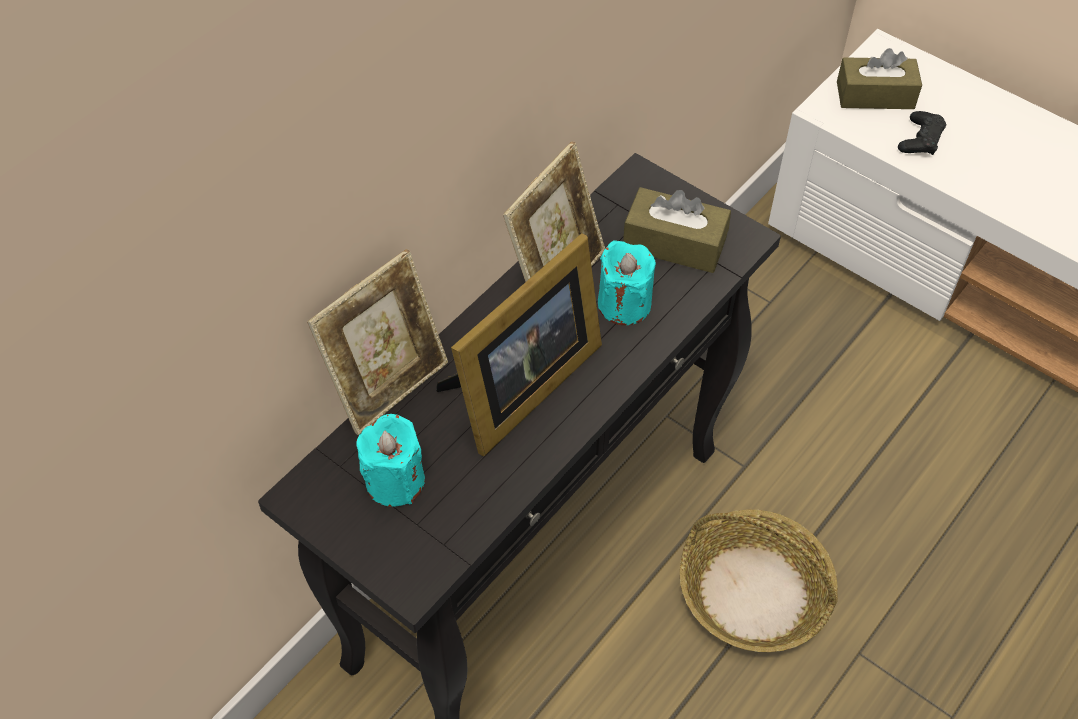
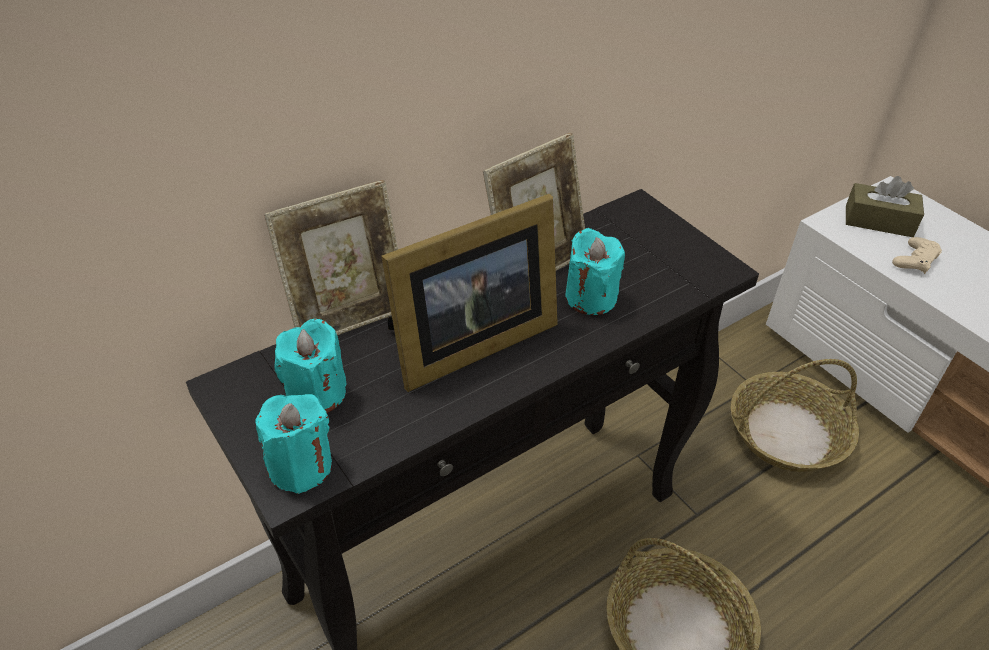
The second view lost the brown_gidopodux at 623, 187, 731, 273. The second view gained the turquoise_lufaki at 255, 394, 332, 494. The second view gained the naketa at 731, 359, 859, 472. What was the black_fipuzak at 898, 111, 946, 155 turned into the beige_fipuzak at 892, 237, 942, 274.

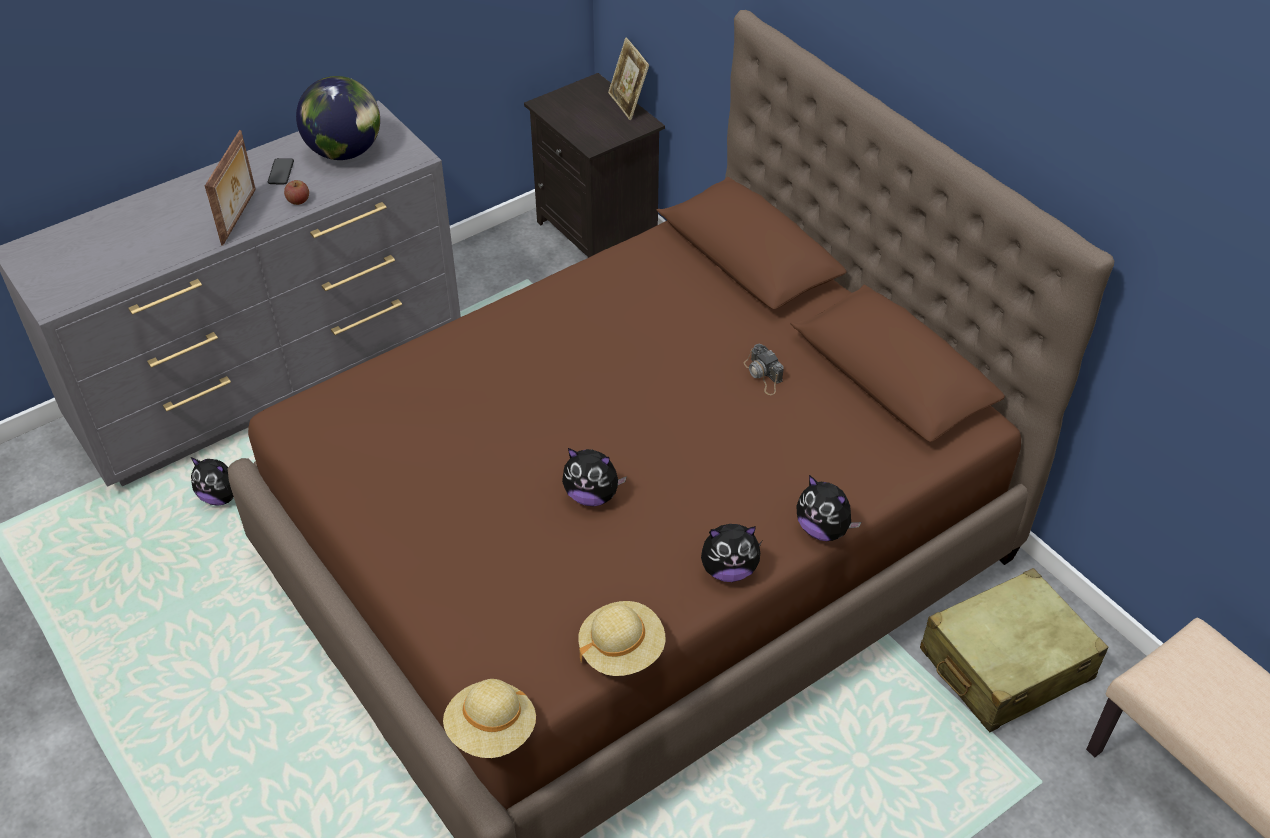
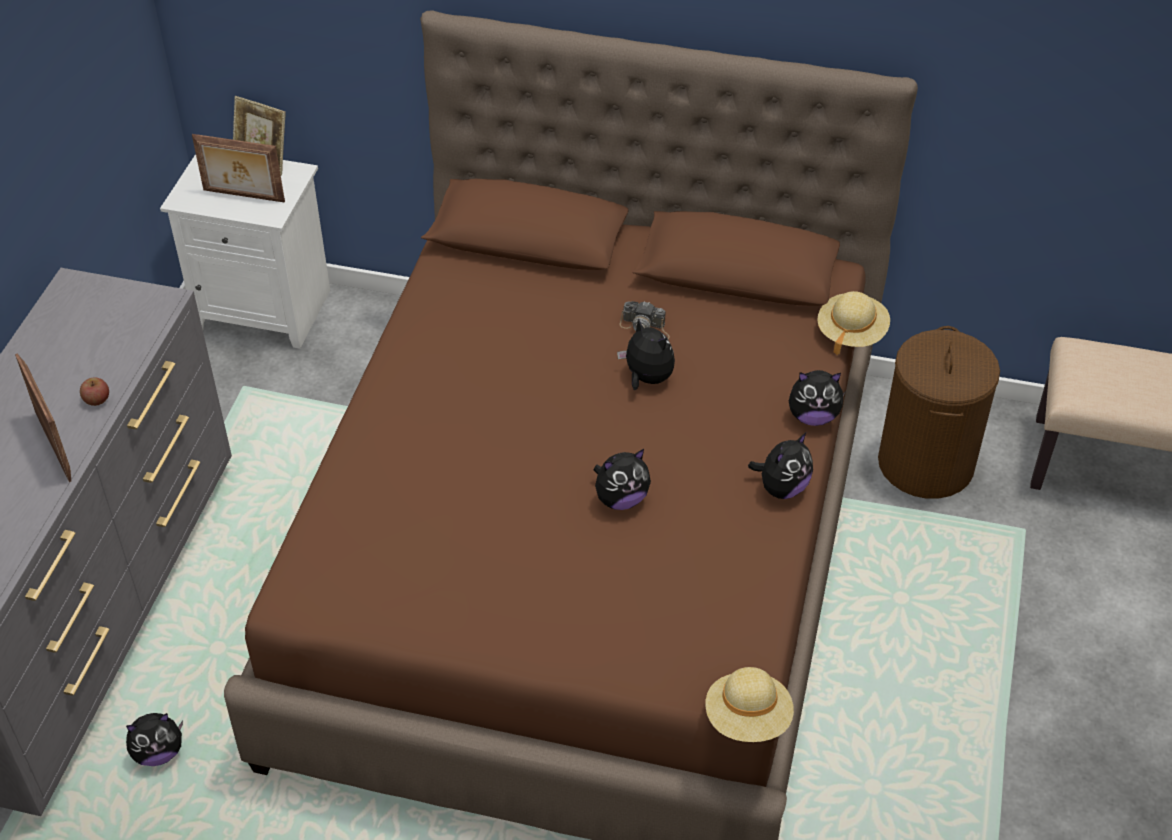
The second view lost the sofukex at 268, 158, 294, 184. The second view lost the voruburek at 296, 76, 380, 160. The second view gained the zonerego at 192, 134, 285, 202. The second view gained the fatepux at 617, 318, 675, 390. The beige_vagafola ended up elsewhere, having gone from 578, 601, 665, 676 to 817, 291, 890, 355. Where the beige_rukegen stood at 920, 568, 1108, 732, the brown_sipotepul came to stand at 878, 326, 1000, 499. What was the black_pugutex at 524, 73, 665, 258 turned into the white_pugutex at 160, 154, 330, 349.

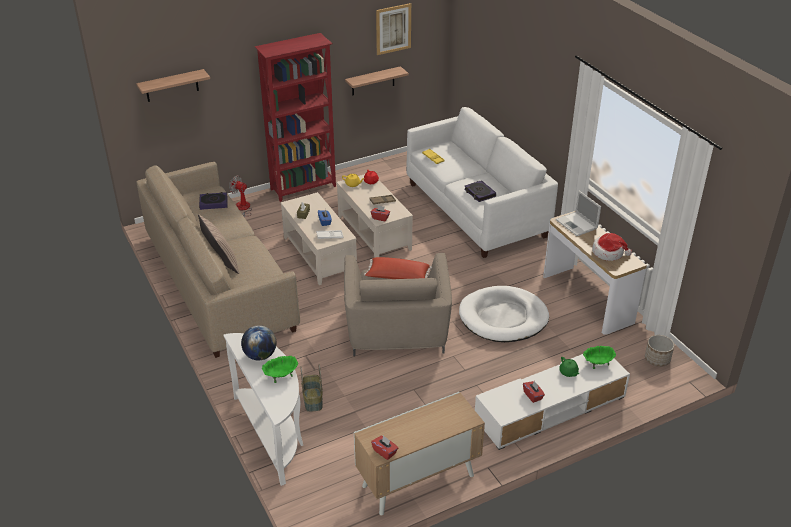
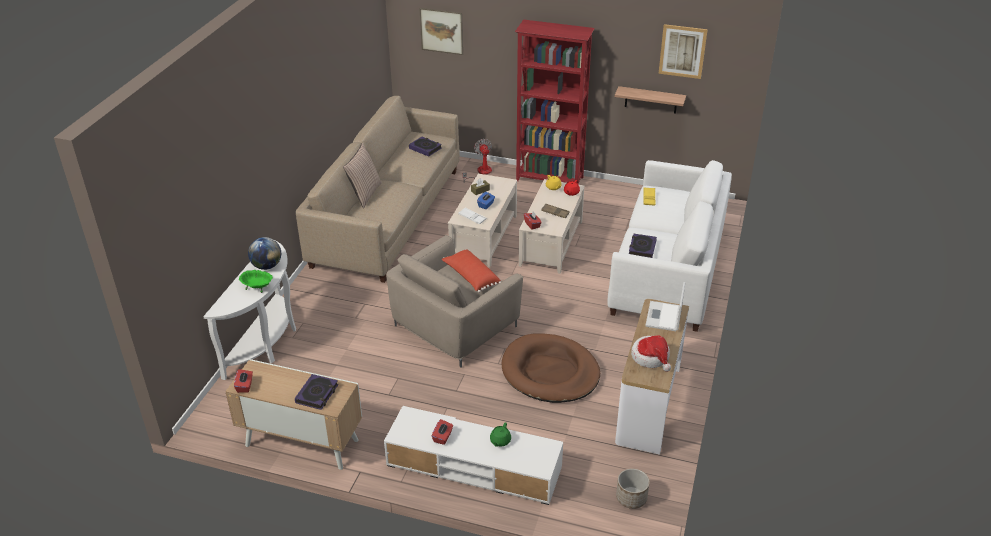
The second view lost the naketa at 301, 365, 323, 412. The second view lost the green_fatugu at 583, 346, 616, 369. The second view gained the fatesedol at 295, 374, 338, 410. Where the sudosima hung at 136, 69, 210, 102, the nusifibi came to hang at 419, 8, 463, 55. What was the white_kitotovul at 459, 286, 549, 342 turned into the brown_kitotovul at 501, 333, 600, 403.

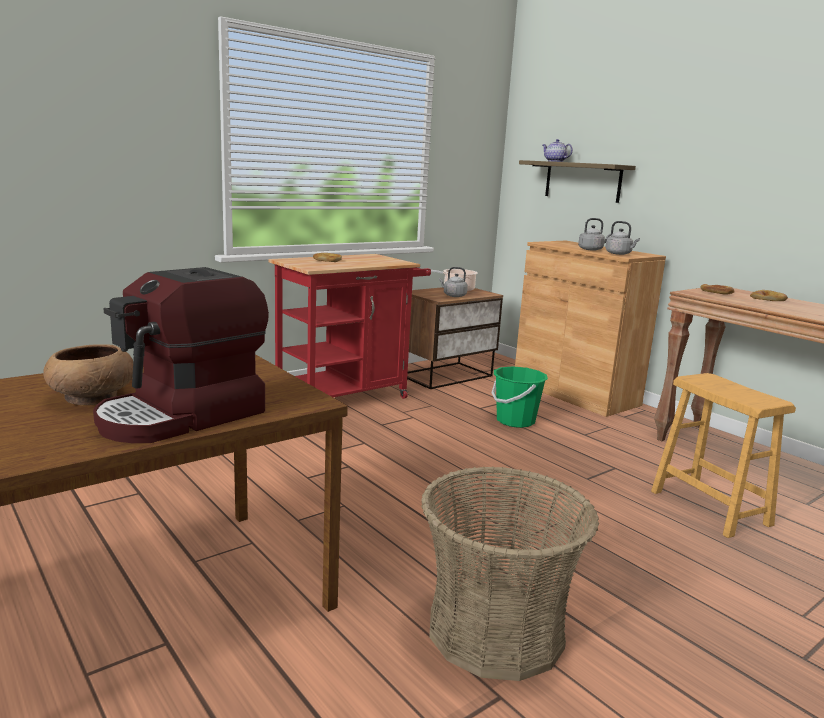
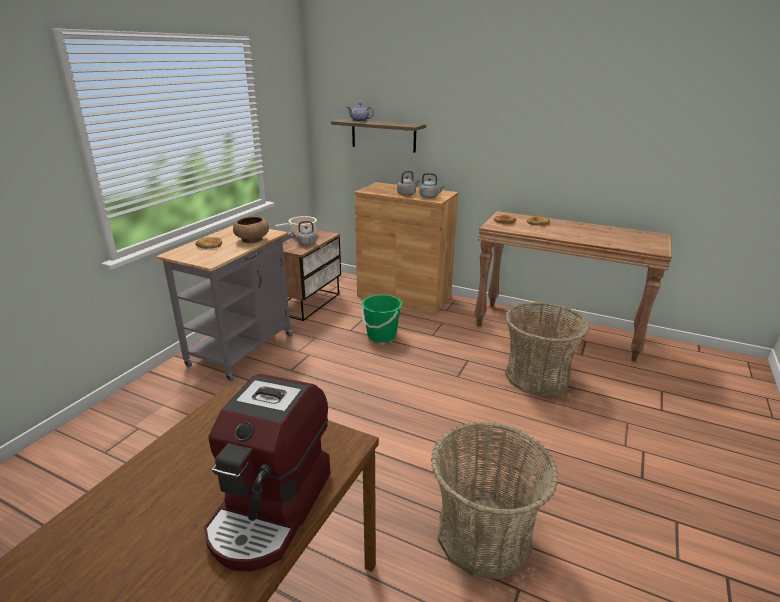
The brown_fatugu ended up elsewhere, having gone from 43, 344, 133, 405 to 233, 216, 269, 243. Where the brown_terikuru stood at 651, 373, 796, 538, the naketa came to stand at 505, 302, 590, 396. What was the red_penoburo at 268, 254, 431, 399 turned into the grey_penoburo at 156, 225, 294, 382.

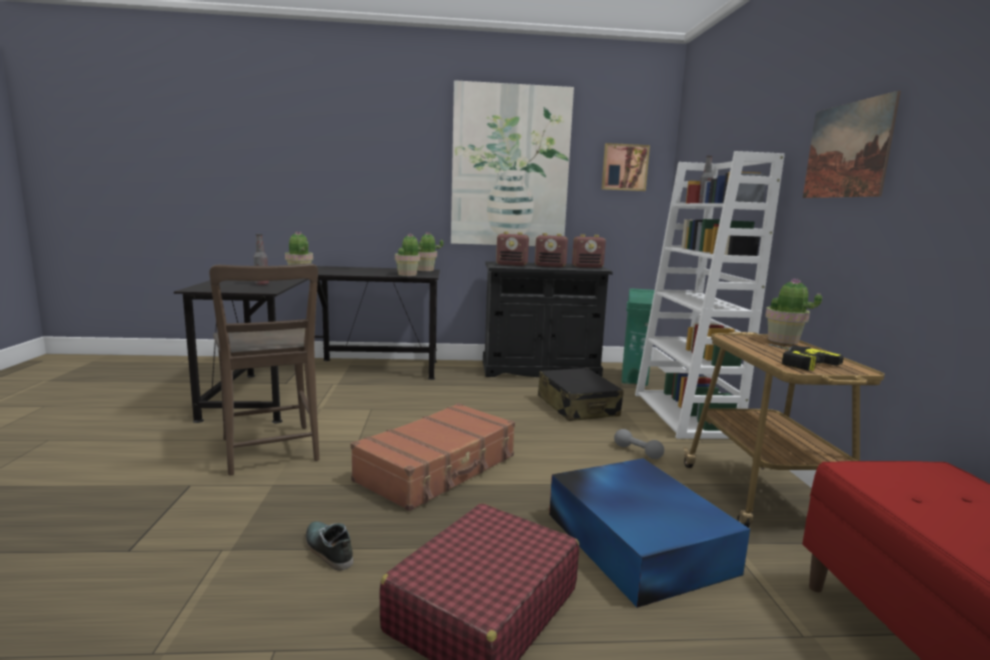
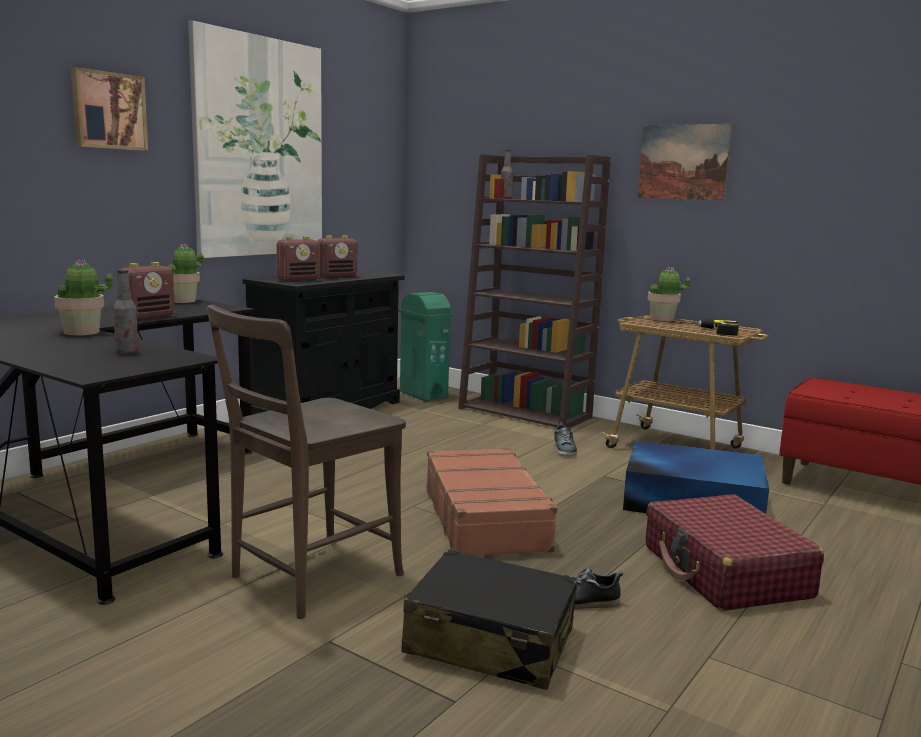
The second view lost the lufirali at 395, 233, 423, 276. The black_rukegen ended up elsewhere, having gone from 538, 368, 624, 421 to 402, 549, 578, 690. The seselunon ended up elsewhere, having gone from 572, 234, 606, 268 to 117, 262, 175, 321. The nusifibi ended up elsewhere, having gone from 602, 143, 650, 191 to 71, 67, 148, 151. Where the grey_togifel stood at 614, 429, 664, 459, the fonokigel came to stand at 554, 422, 577, 457. What was the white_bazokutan at 635, 151, 785, 439 turned into the brown_bazokutan at 458, 154, 611, 428. The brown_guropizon at 209, 263, 319, 475 ended up facing another way, 120 degrees clockwise from before.

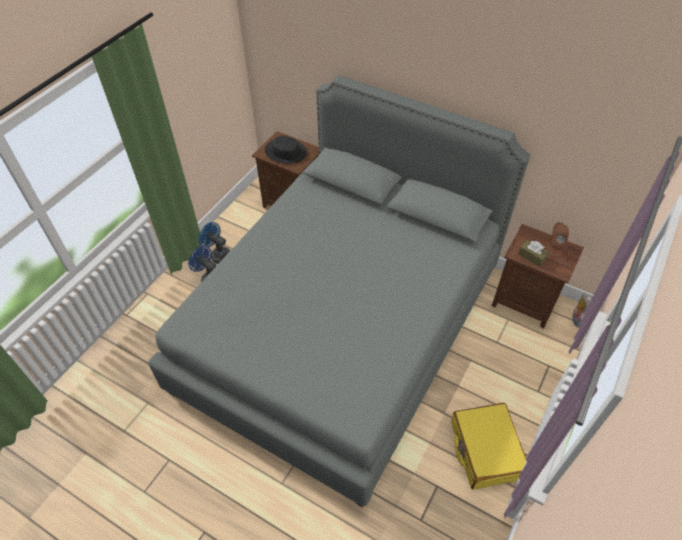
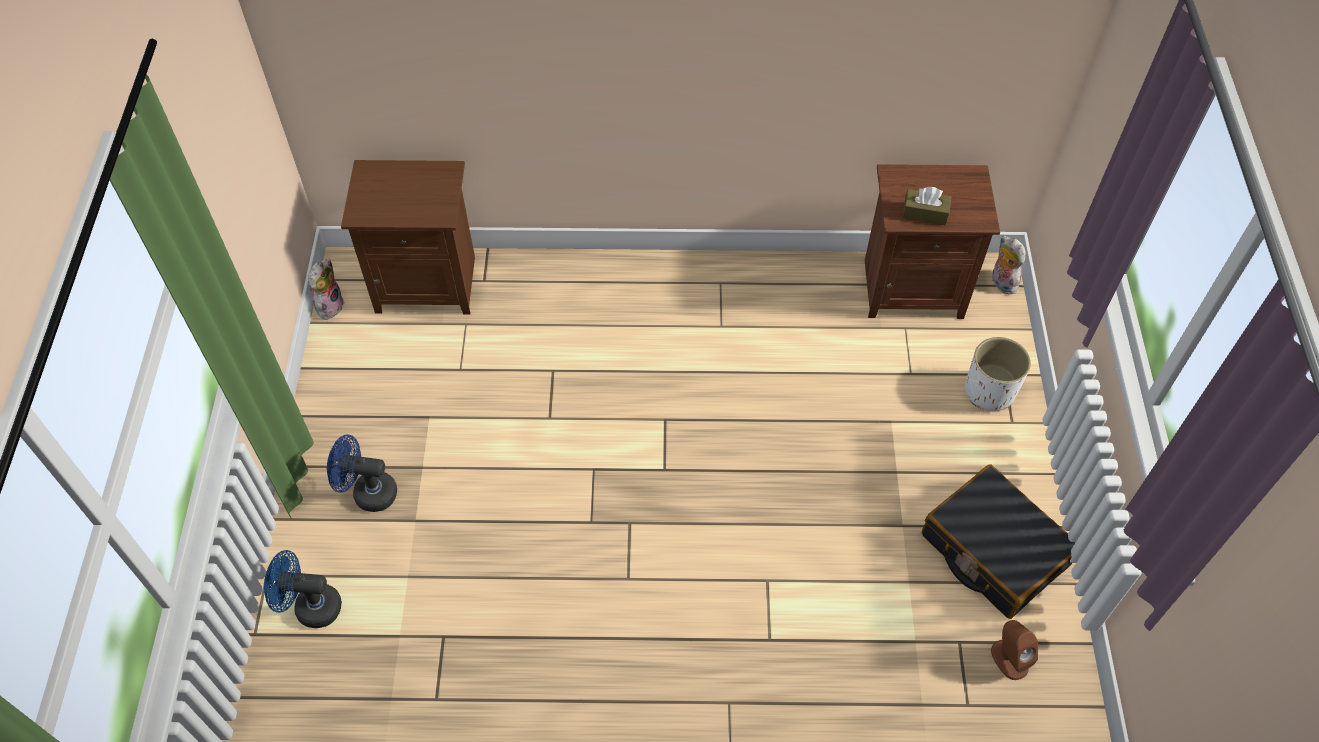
The second view lost the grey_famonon at 148, 75, 530, 507. The second view lost the black_vagafola at 265, 136, 307, 164. The second view gained the fatepux at 308, 259, 345, 320. The second view gained the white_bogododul at 965, 337, 1031, 411. The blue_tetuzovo ended up elsewhere, having gone from 198, 222, 230, 264 to 264, 550, 342, 628. The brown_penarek ended up elsewhere, having gone from 546, 222, 569, 257 to 991, 620, 1038, 680. What was the yellow_rukegen at 451, 403, 526, 489 turned into the black_rukegen at 922, 464, 1076, 619.

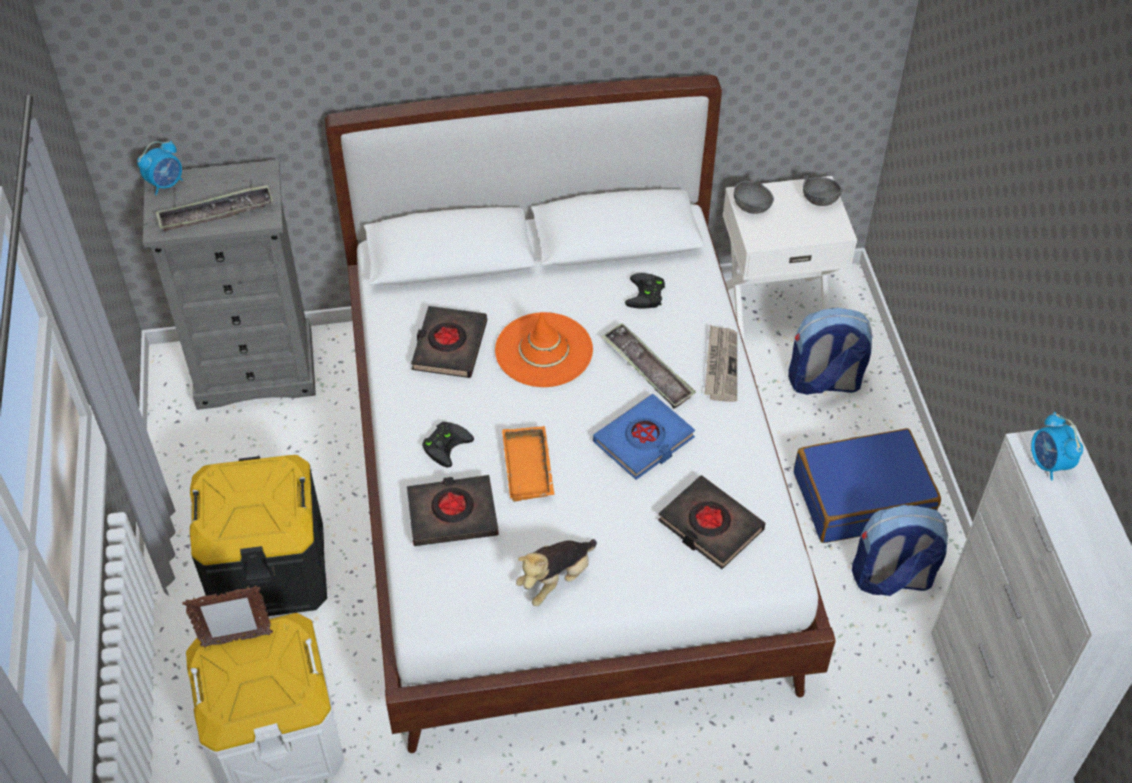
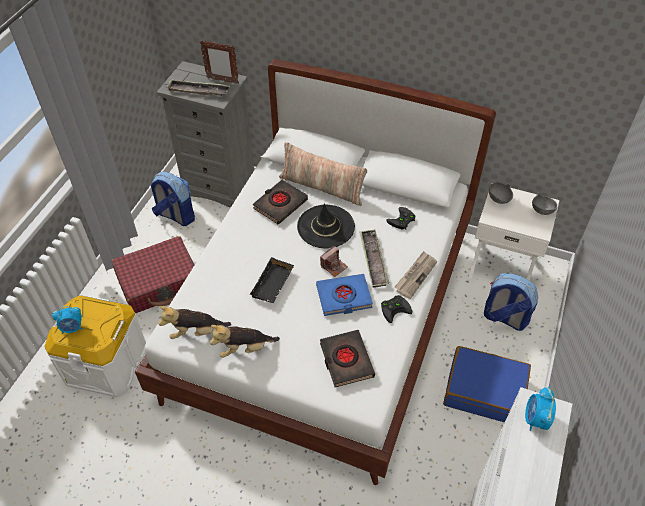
The second view lost the black_fatesedol at 407, 475, 499, 546. The second view gained the fatepux at 158, 306, 231, 339. The second view gained the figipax at 279, 142, 367, 206. The second view gained the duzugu at 320, 246, 348, 277. The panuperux ended up elsewhere, having gone from 137, 141, 183, 195 to 52, 306, 83, 334. The zonerego ended up elsewhere, having gone from 183, 586, 273, 648 to 200, 41, 239, 84. The black_fipuzak ended up elsewhere, having gone from 422, 422, 474, 467 to 381, 295, 412, 323. The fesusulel ended up elsewhere, having gone from 852, 505, 948, 596 to 151, 172, 195, 226. Where the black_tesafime stood at 190, 455, 327, 616, the red_rukegen came to stand at 112, 236, 194, 314. What was the orange_vagafola at 495, 312, 593, 387 turned into the black_vagafola at 297, 203, 355, 248. What was the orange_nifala at 502, 426, 554, 502 turned into the black_nifala at 249, 257, 294, 303.

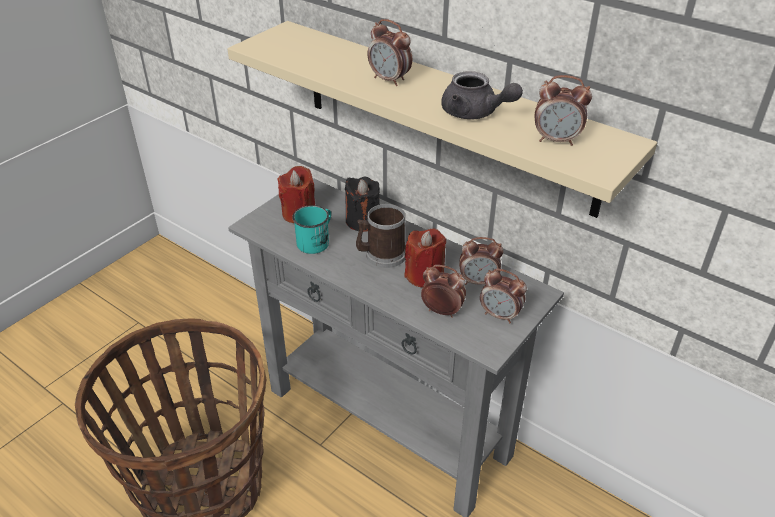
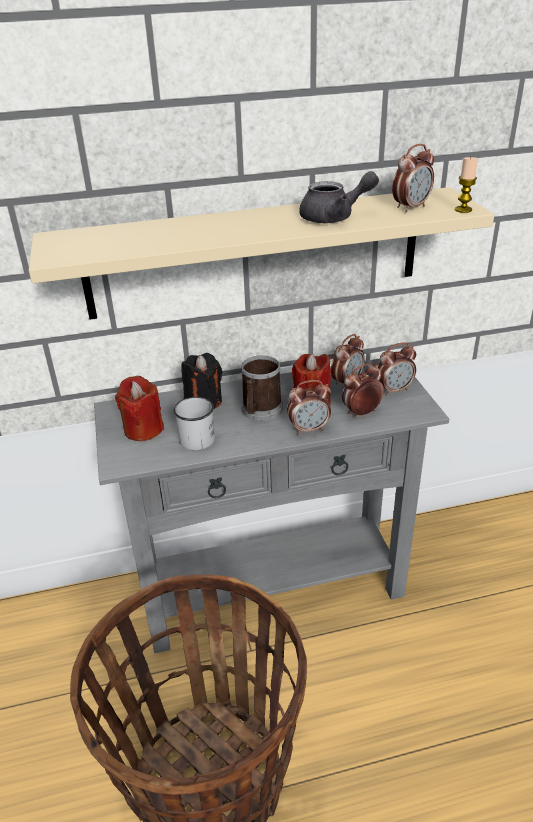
The second view gained the lufaki at 455, 157, 478, 213. The panuperux ended up elsewhere, having gone from 368, 19, 412, 86 to 287, 380, 331, 435. What was the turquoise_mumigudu at 292, 205, 331, 254 turned into the white_mumigudu at 173, 397, 215, 450.

